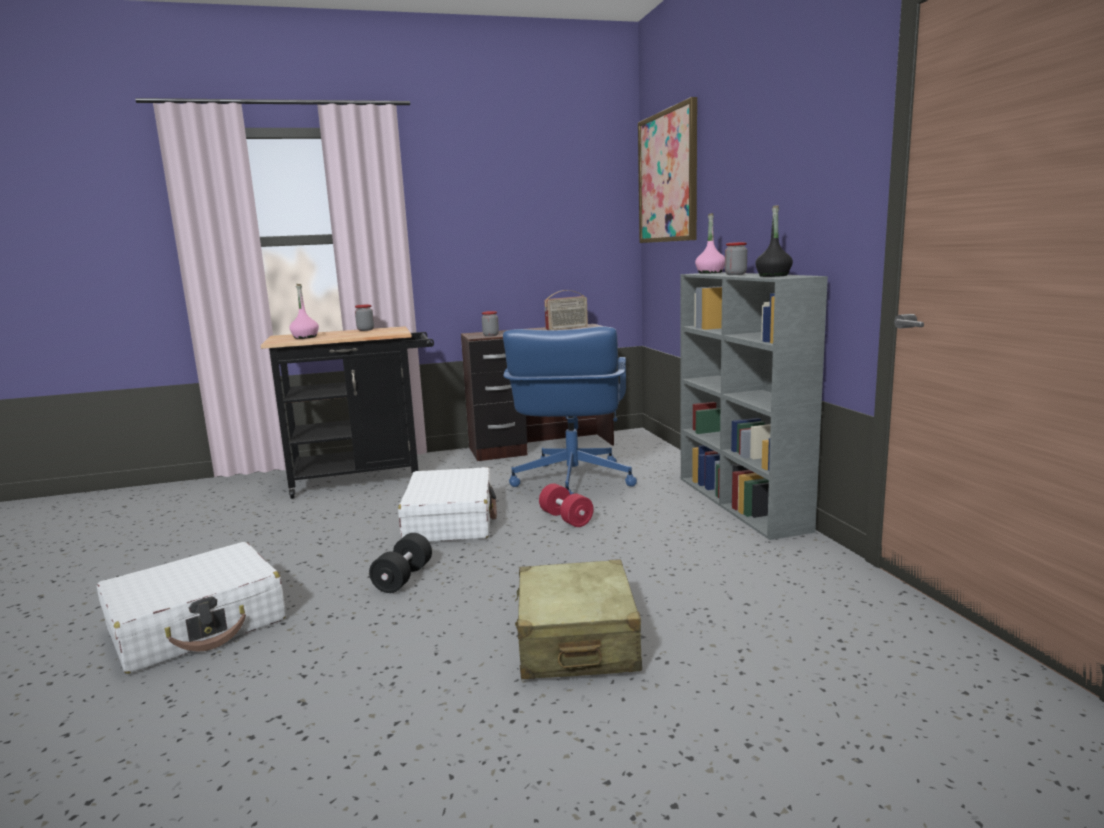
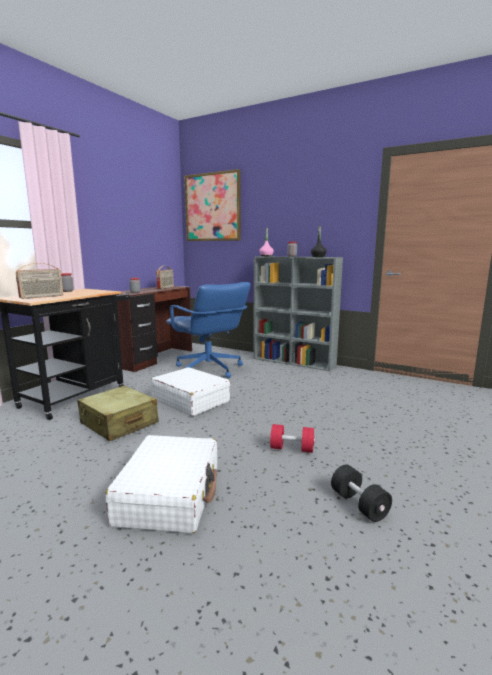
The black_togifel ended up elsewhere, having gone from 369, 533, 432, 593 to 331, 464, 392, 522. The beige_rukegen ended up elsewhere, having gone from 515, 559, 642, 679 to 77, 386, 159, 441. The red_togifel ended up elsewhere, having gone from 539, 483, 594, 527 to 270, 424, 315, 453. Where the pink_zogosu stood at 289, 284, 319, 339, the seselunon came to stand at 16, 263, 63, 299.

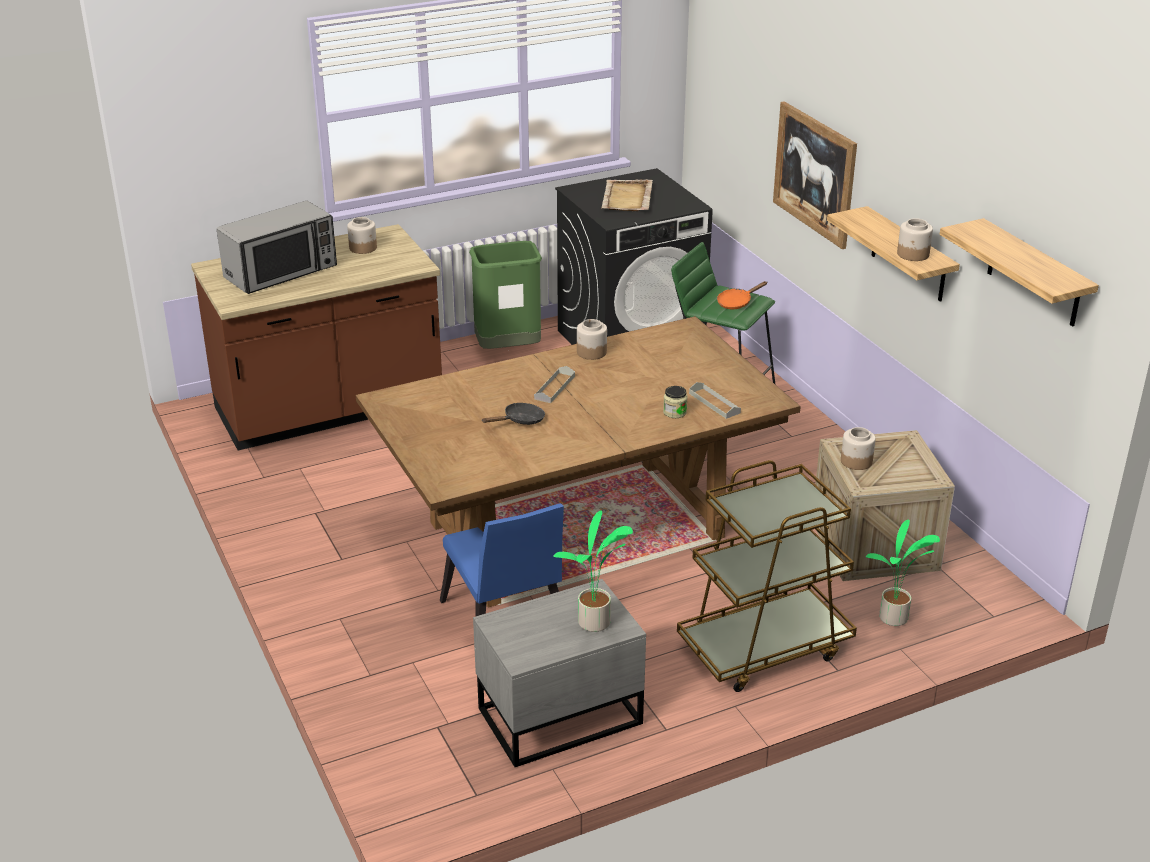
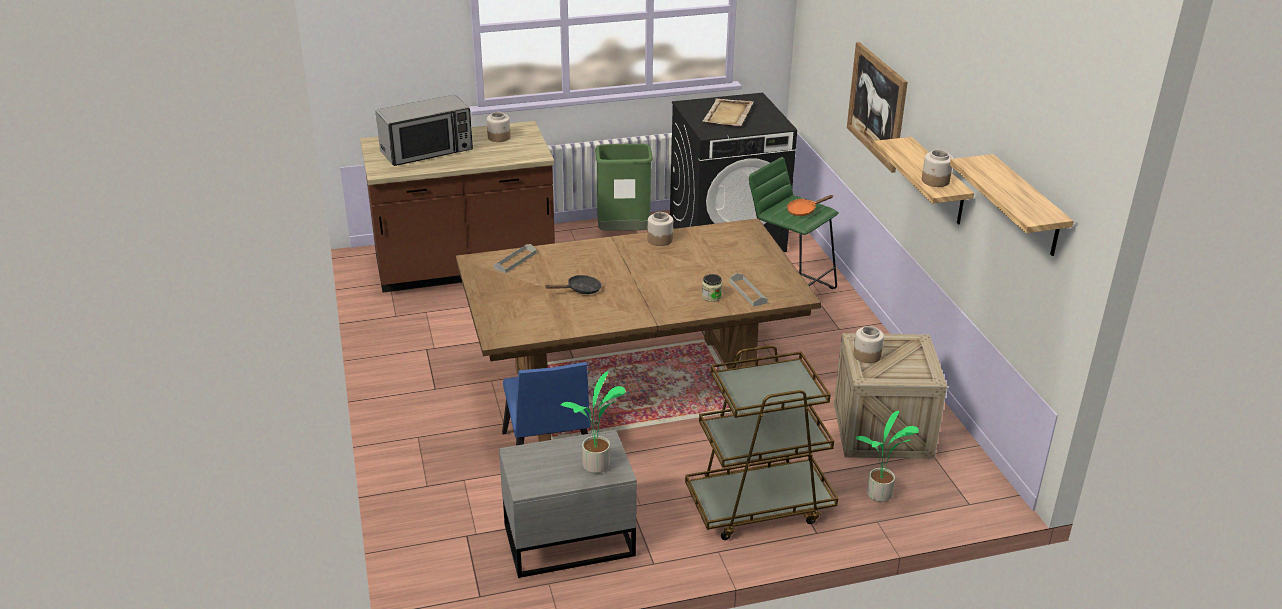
The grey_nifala ended up elsewhere, having gone from 534, 366, 575, 403 to 494, 244, 537, 273.

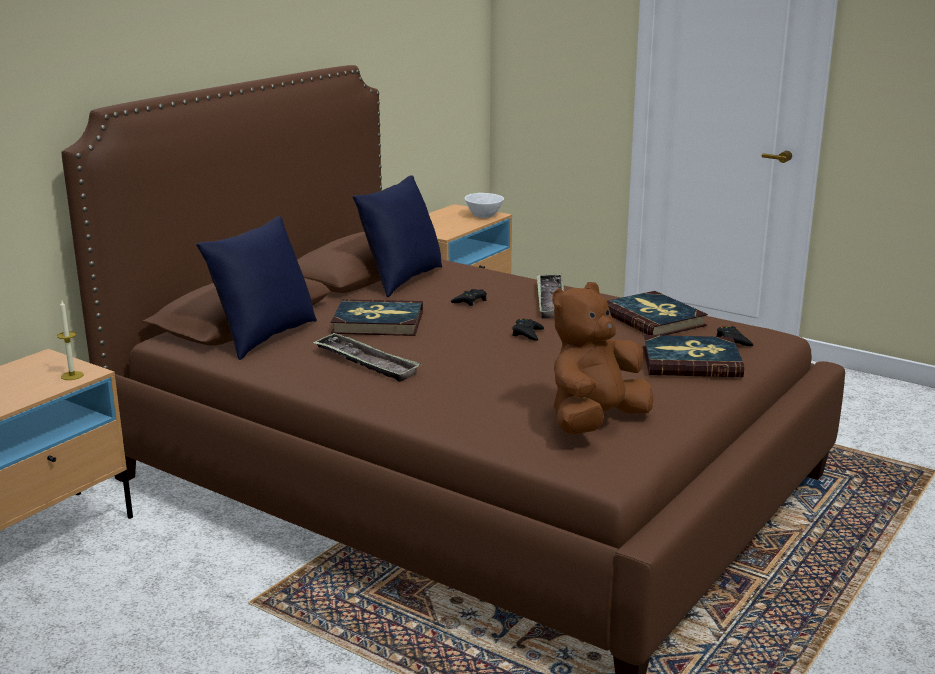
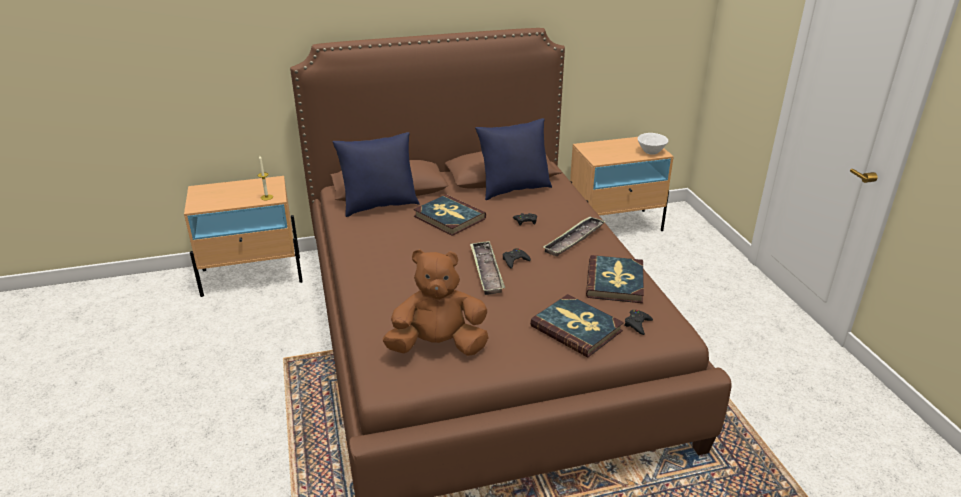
The nifala ended up elsewhere, having gone from 313, 333, 421, 382 to 470, 241, 505, 295.

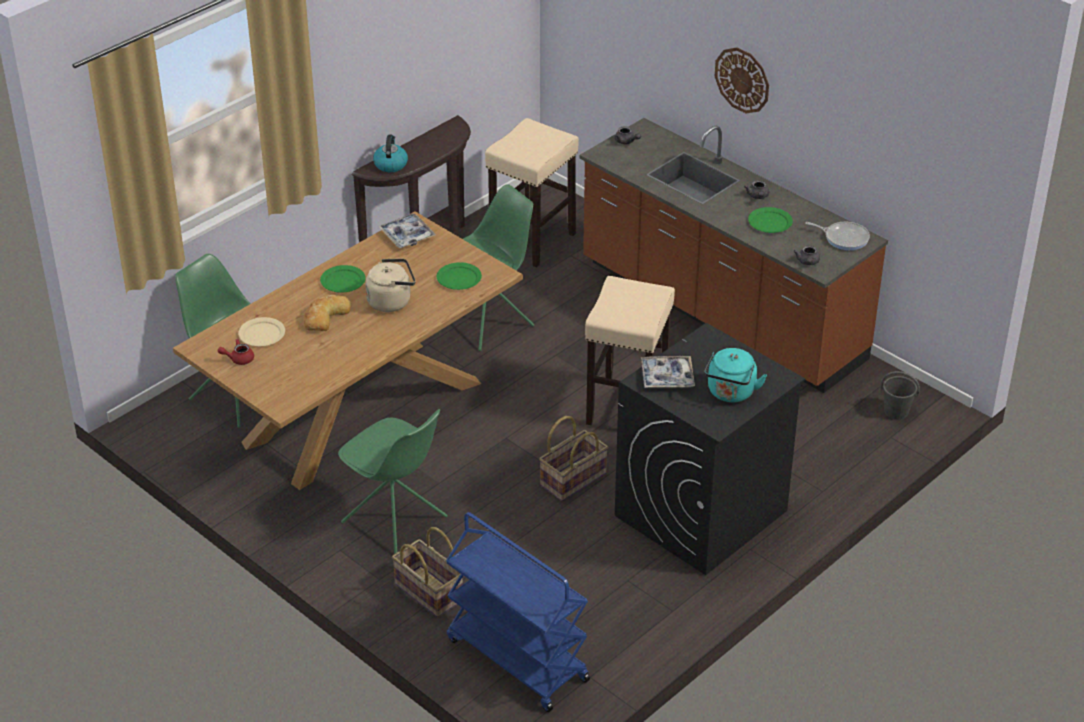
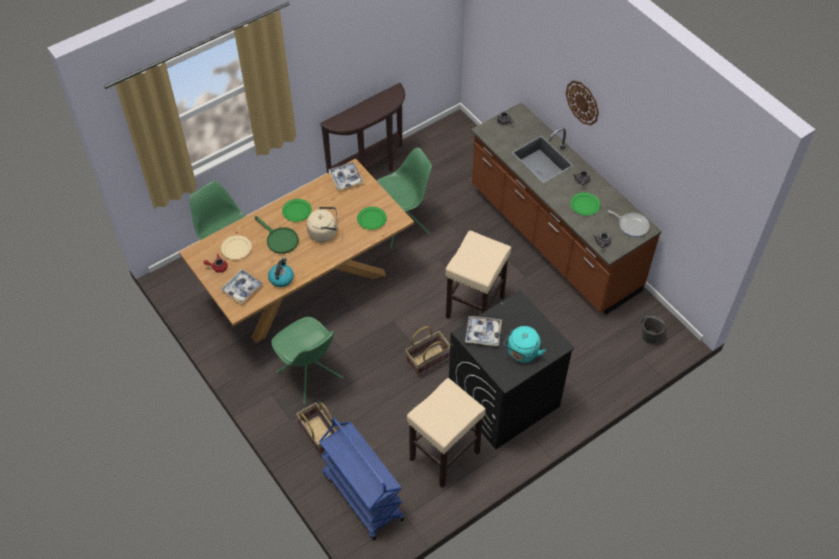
The second view gained the nifala at 221, 269, 263, 304. The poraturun ended up elsewhere, having gone from 373, 134, 408, 172 to 268, 258, 294, 287. The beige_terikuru ended up elsewhere, having gone from 485, 118, 579, 268 to 407, 378, 486, 488. Where the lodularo stood at 304, 295, 351, 331, the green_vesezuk came to stand at 254, 216, 299, 254.

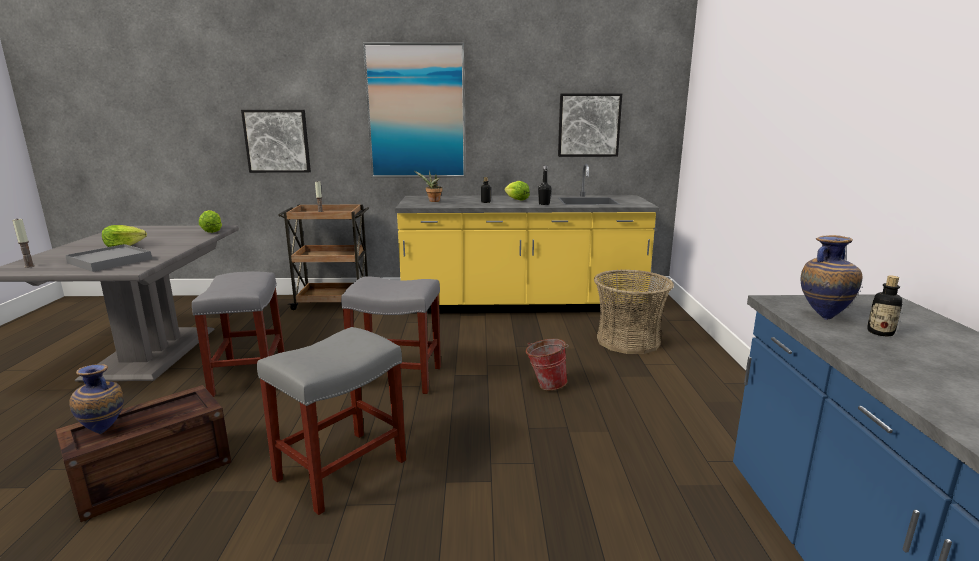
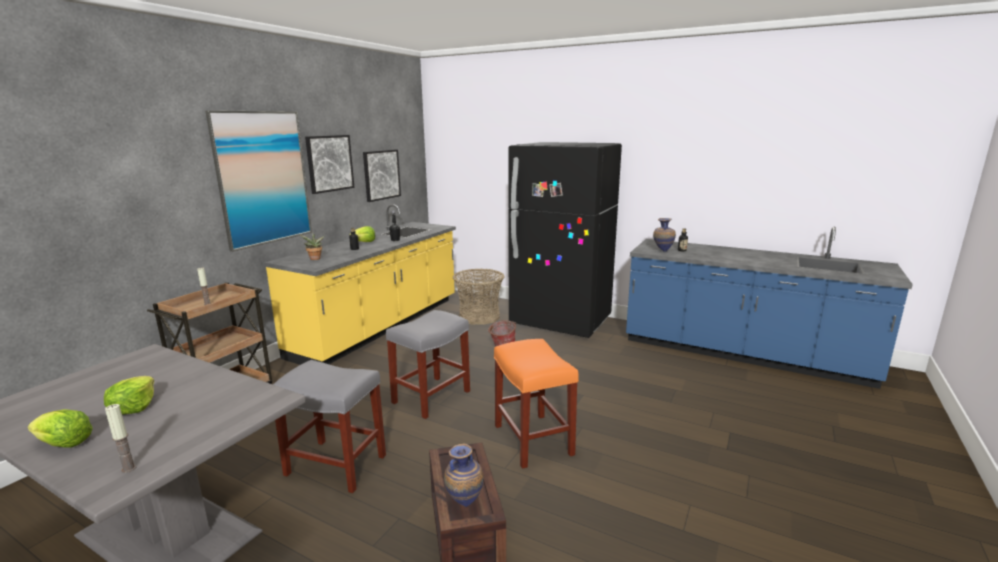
The second view lost the grey_nifala at 65, 244, 152, 272. The second view gained the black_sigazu at 508, 142, 622, 338. The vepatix ended up elsewhere, having gone from 199, 210, 222, 233 to 28, 409, 93, 448. The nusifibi ended up elsewhere, having gone from 241, 110, 311, 173 to 305, 135, 354, 194. What was the grey_terikuru at 257, 327, 406, 515 turned into the orange_terikuru at 494, 339, 579, 469.

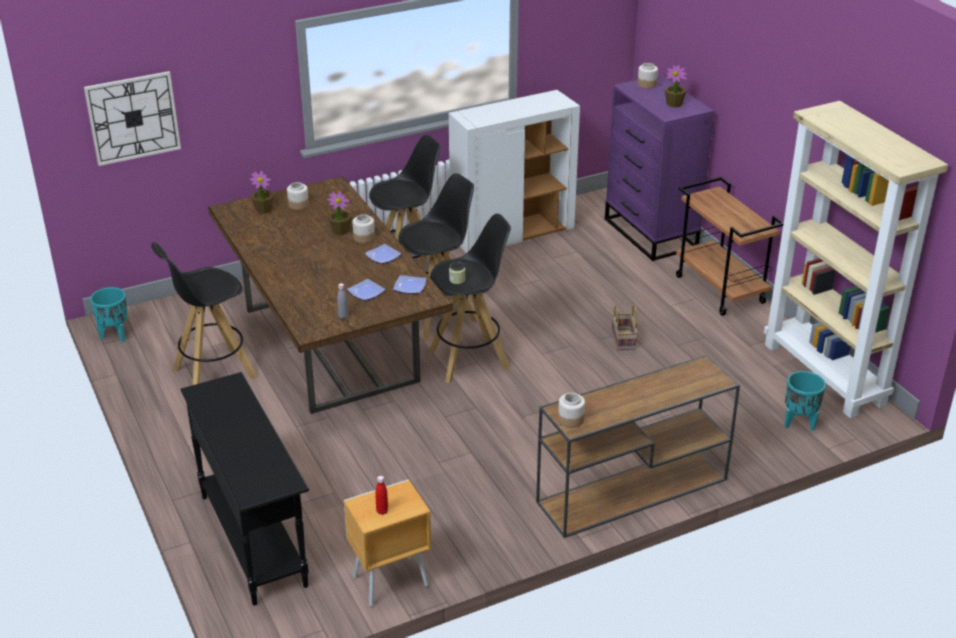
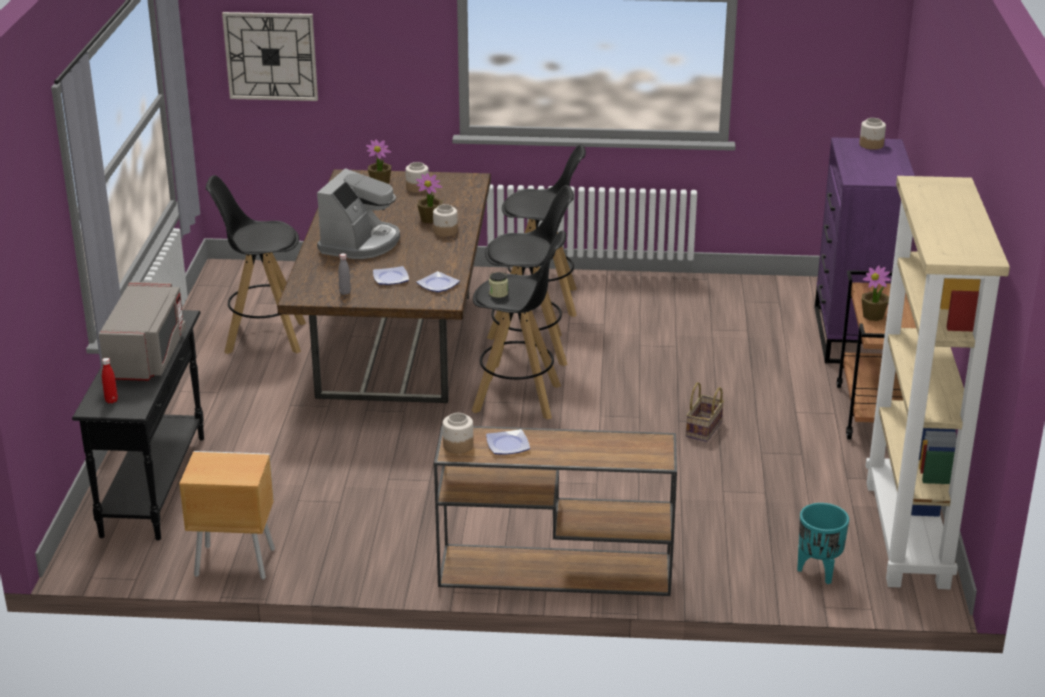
The second view lost the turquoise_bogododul at 90, 287, 128, 342. The second view lost the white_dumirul at 449, 90, 580, 253. The second view gained the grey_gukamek at 99, 282, 186, 381. The second view gained the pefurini at 317, 168, 400, 259. The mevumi ended up elsewhere, having gone from 365, 244, 402, 264 to 486, 429, 530, 455. The red_zogosu ended up elsewhere, having gone from 375, 476, 388, 515 to 102, 358, 118, 403. The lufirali ended up elsewhere, having gone from 665, 65, 687, 108 to 862, 265, 891, 321.

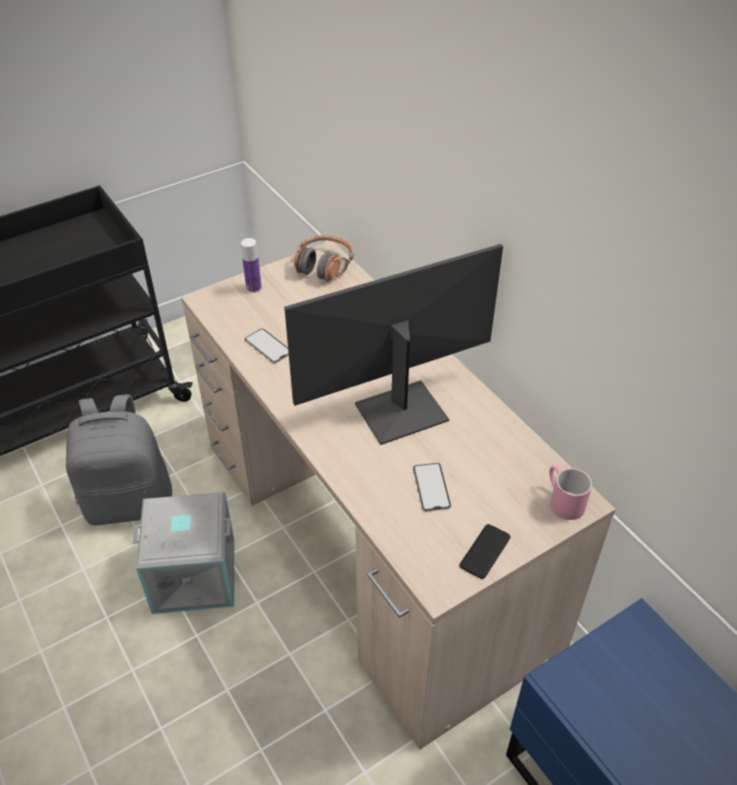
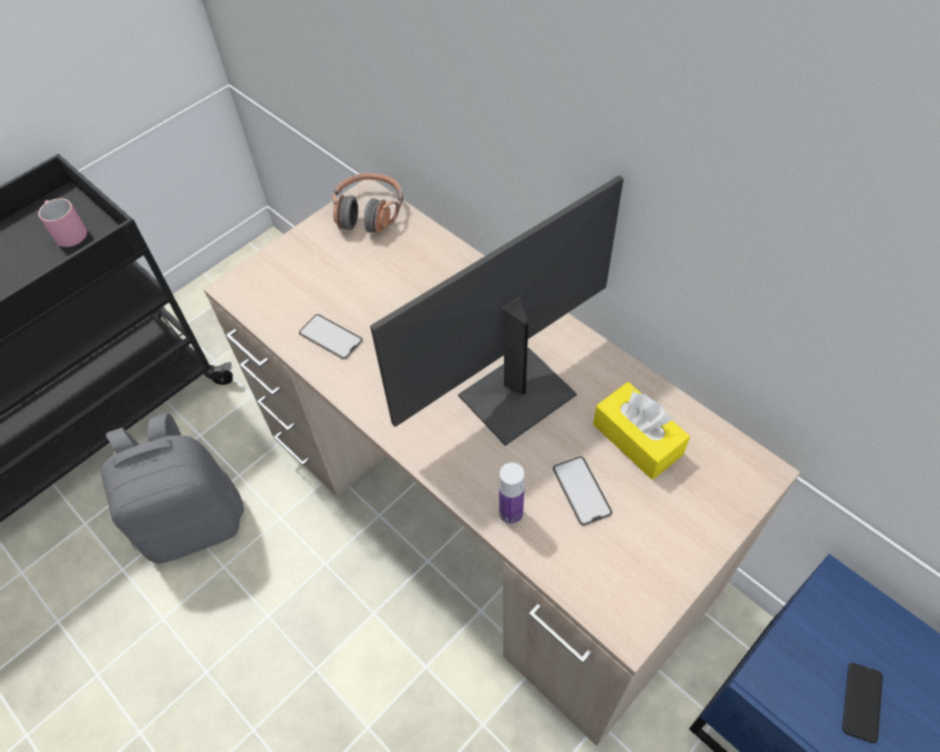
The second view lost the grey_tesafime at 133, 492, 234, 614. The second view gained the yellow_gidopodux at 593, 382, 690, 480. The zogosu ended up elsewhere, having gone from 241, 238, 262, 293 to 499, 462, 525, 524. The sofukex ended up elsewhere, having gone from 460, 524, 510, 579 to 842, 663, 883, 743. The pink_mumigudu ended up elsewhere, having gone from 549, 465, 592, 520 to 38, 198, 87, 247.

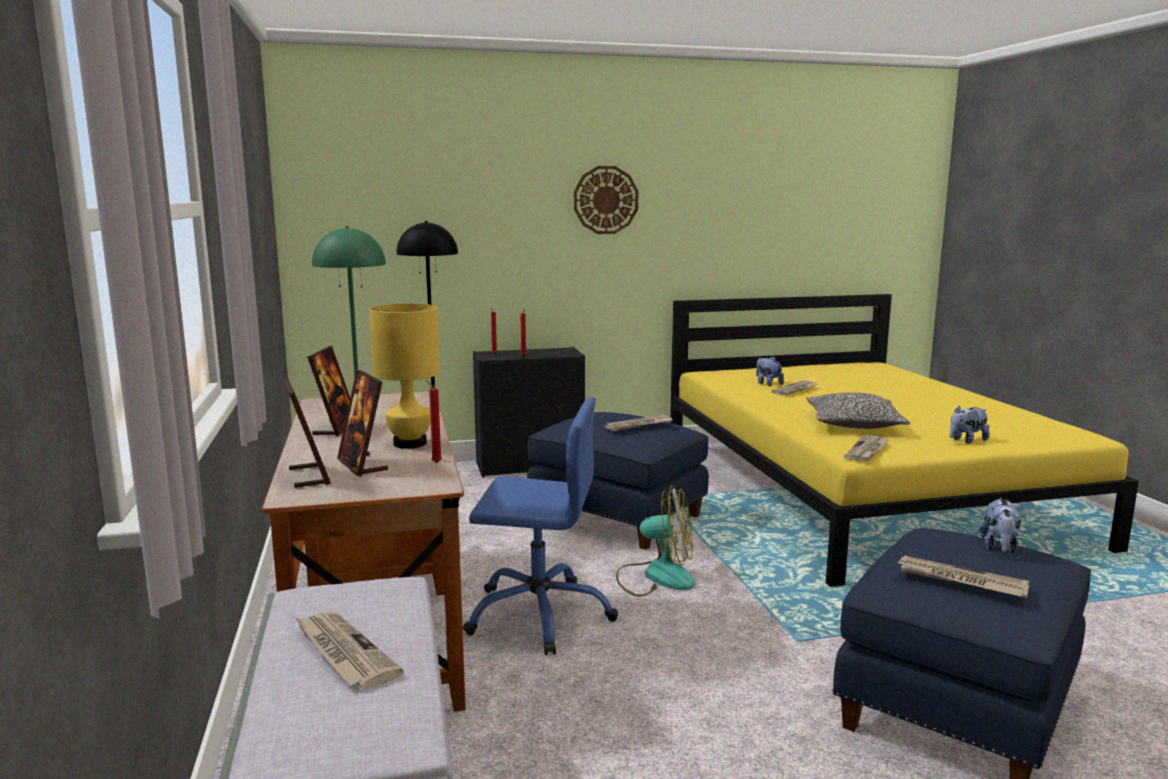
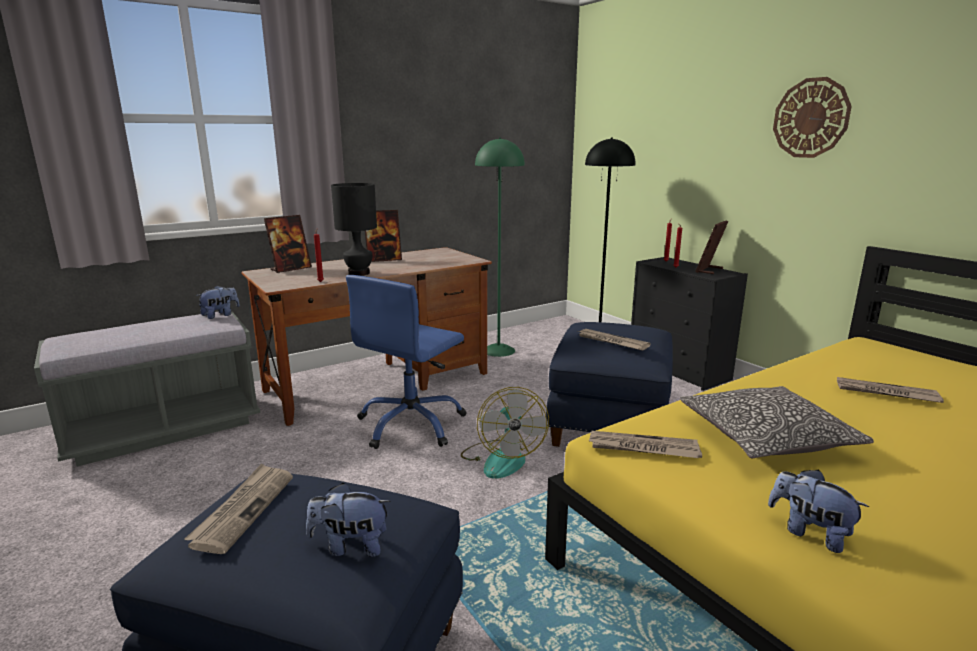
The second view lost the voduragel at 295, 612, 404, 689. The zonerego ended up elsewhere, having gone from 337, 369, 388, 476 to 695, 221, 728, 274. The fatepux ended up elsewhere, having gone from 756, 356, 784, 386 to 196, 285, 240, 319. What was the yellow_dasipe at 369, 303, 440, 449 turned into the black_dasipe at 331, 183, 377, 276. The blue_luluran at 463, 397, 618, 655 ended up facing another way, 45 degrees clockwise from before.

